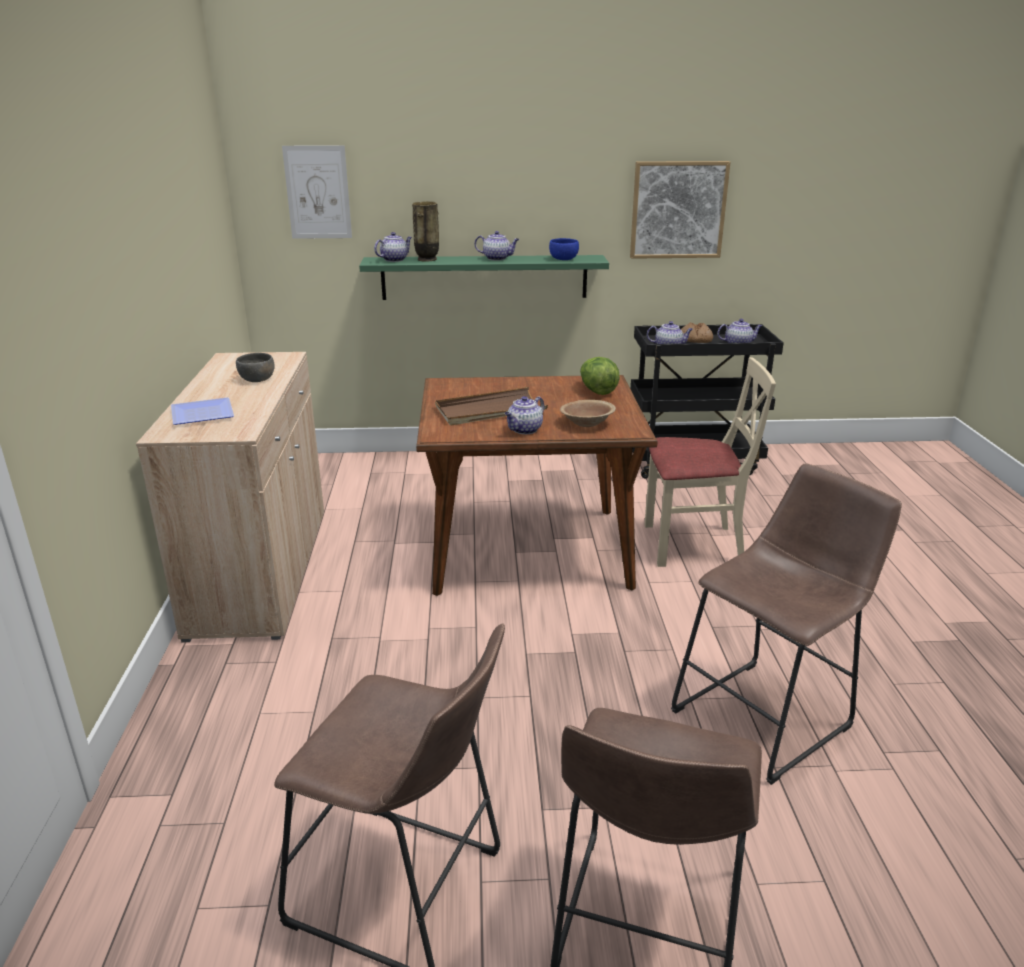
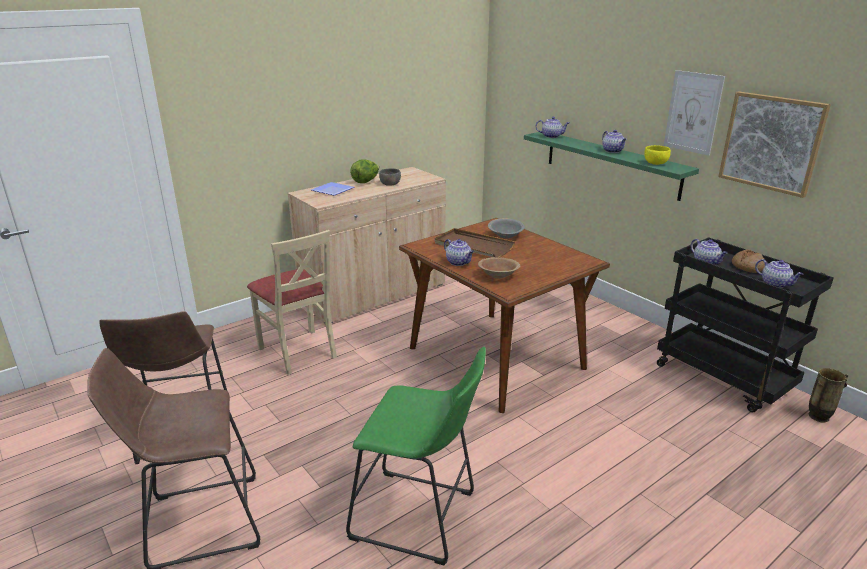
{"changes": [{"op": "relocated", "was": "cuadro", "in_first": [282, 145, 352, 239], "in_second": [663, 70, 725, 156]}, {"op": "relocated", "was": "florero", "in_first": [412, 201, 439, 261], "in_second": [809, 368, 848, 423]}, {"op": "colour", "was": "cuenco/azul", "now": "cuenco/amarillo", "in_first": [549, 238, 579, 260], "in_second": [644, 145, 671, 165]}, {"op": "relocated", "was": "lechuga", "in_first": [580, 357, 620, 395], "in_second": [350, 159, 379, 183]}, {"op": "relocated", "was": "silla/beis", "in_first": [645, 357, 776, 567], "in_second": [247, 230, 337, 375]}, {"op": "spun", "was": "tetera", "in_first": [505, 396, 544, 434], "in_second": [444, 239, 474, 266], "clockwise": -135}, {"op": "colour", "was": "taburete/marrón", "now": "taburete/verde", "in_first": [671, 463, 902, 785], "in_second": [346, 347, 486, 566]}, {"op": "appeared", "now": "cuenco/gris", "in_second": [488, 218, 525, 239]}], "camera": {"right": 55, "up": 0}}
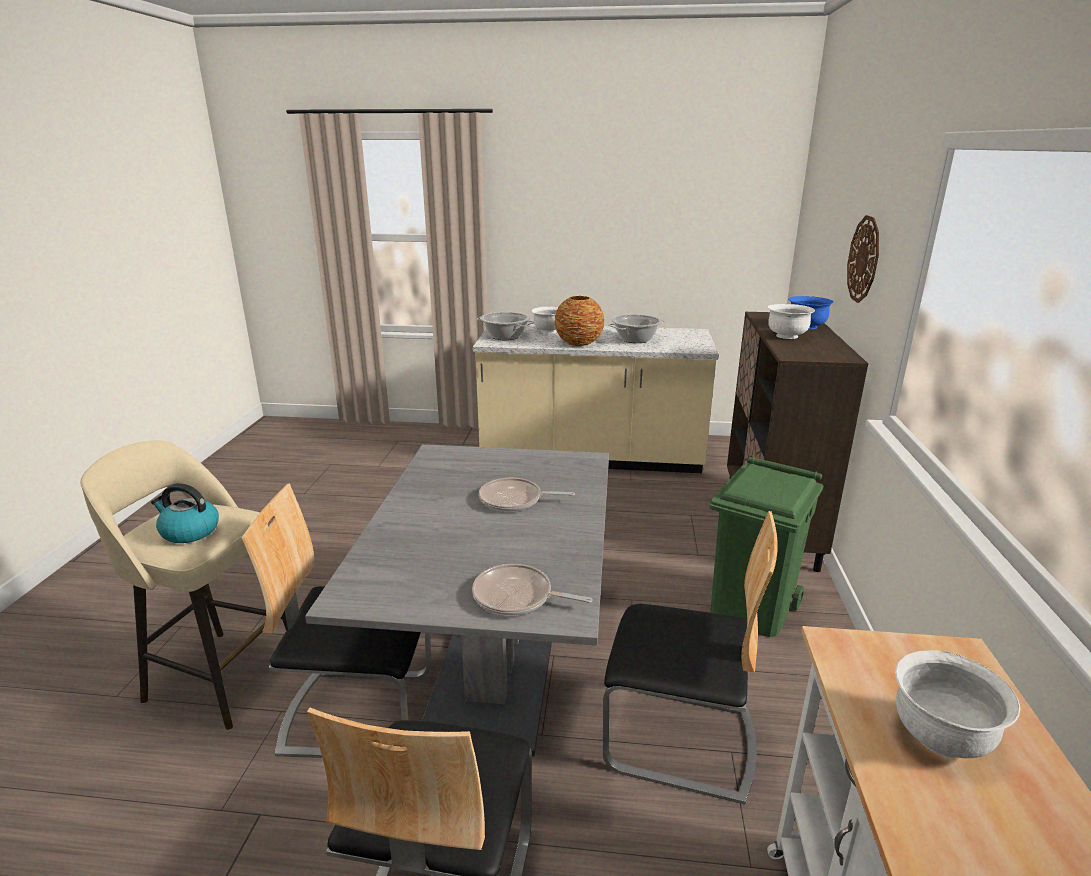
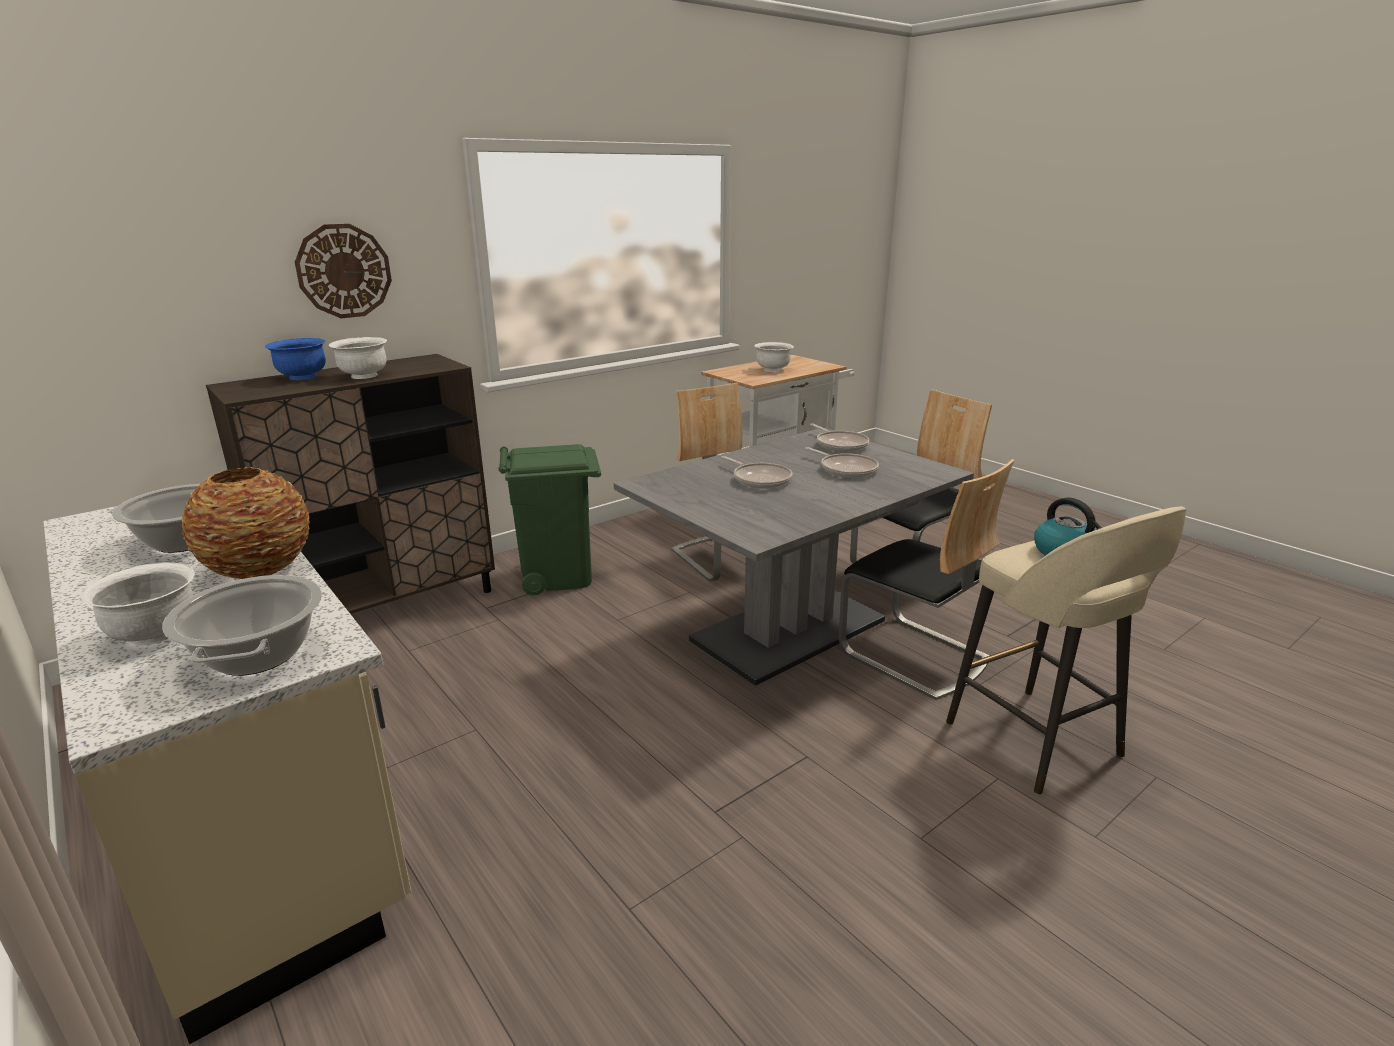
{"changes": [{"op": "appeared", "now": "sartén", "in_second": [805, 447, 879, 478]}], "camera": {"right": -135, "up": 0}}
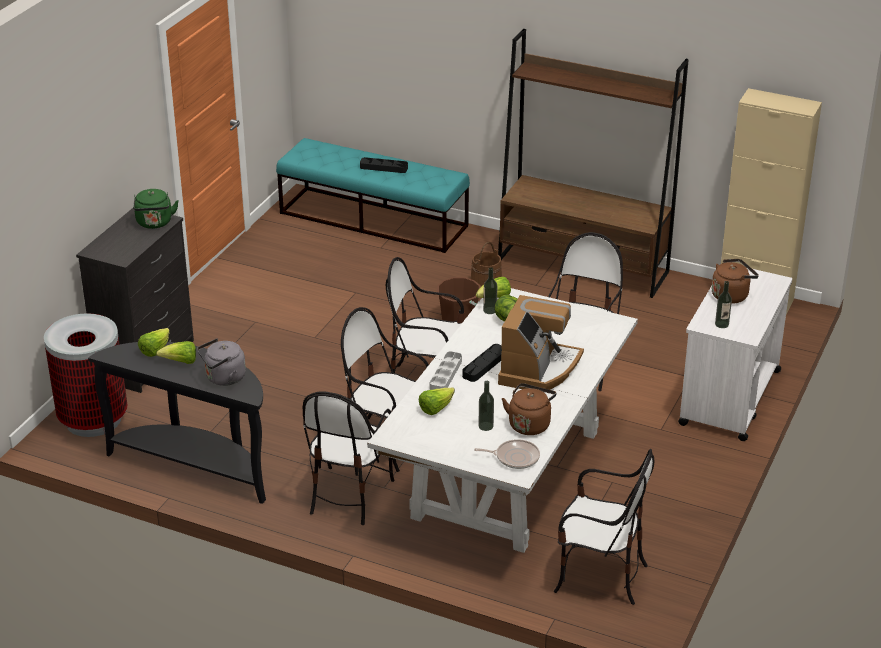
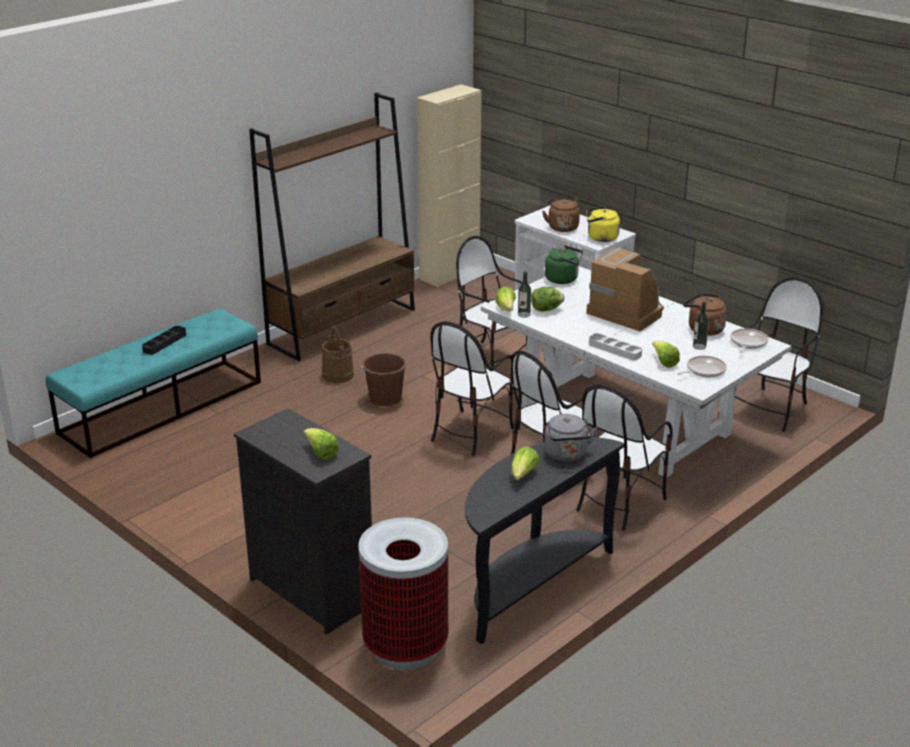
{"changes": [{"op": "relocated", "was": "hervidor/verde", "in_first": [133, 189, 179, 229], "in_second": [545, 245, 583, 284]}, {"op": "exchanged", "was": "botella", "now": "hervidor/amarillo", "in_first": [715, 281, 732, 328], "in_second": [586, 206, 620, 242]}, {"op": "relocated", "was": "lechuga", "in_first": [138, 328, 170, 357], "in_second": [303, 428, 339, 460]}, {"op": "missing", "was": "bandeja/negro", "in_first": [462, 344, 502, 382]}, {"op": "spun", "was": "silla", "in_first": [303, 391, 395, 525], "in_second": [576, 385, 673, 531], "clockwise": 90}, {"op": "appeared", "now": "sartén", "in_second": [677, 356, 727, 377]}], "camera": {"right": -70, "up": -5}}
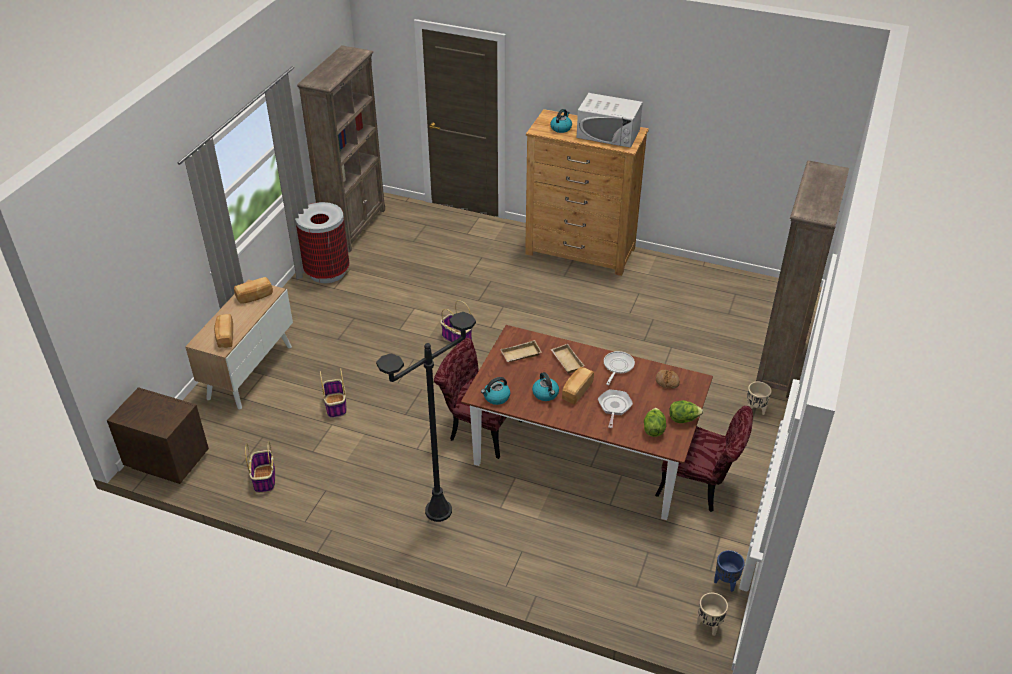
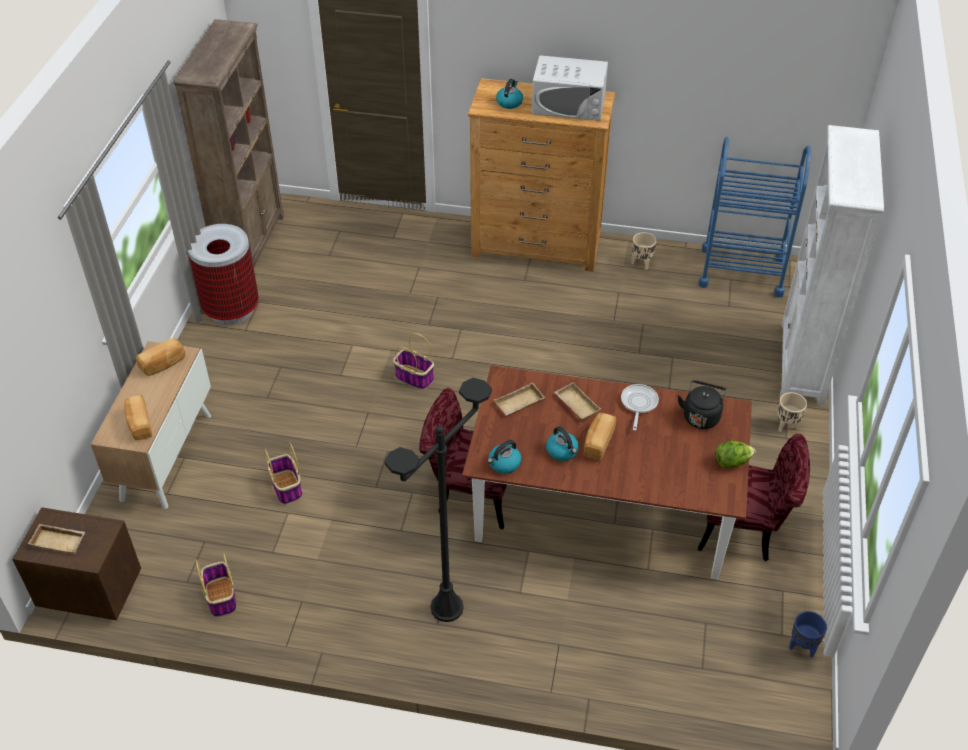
{"changes": [{"op": "colour", "was": "estantería/marrón", "now": "estantería/blanco", "in_first": [756, 160, 849, 398], "in_second": [780, 125, 884, 405]}, {"op": "exchanged", "was": "pan", "now": "hervidor/negro", "in_first": [656, 370, 680, 389], "in_second": [677, 380, 727, 429]}, {"op": "missing", "was": "sartén", "in_first": [598, 389, 633, 428]}, {"op": "missing", "was": "lechuga", "in_first": [644, 408, 666, 437]}, {"op": "relocated", "was": "maceta/beis", "in_first": [697, 593, 728, 636], "in_second": [631, 232, 656, 270]}, {"op": "appeared", "now": "carrito/azul", "in_second": [698, 137, 811, 297]}, {"op": "appeared", "now": "bandeja/beis", "in_second": [28, 524, 85, 554]}], "camera": {"right": -10, "up": 5}}
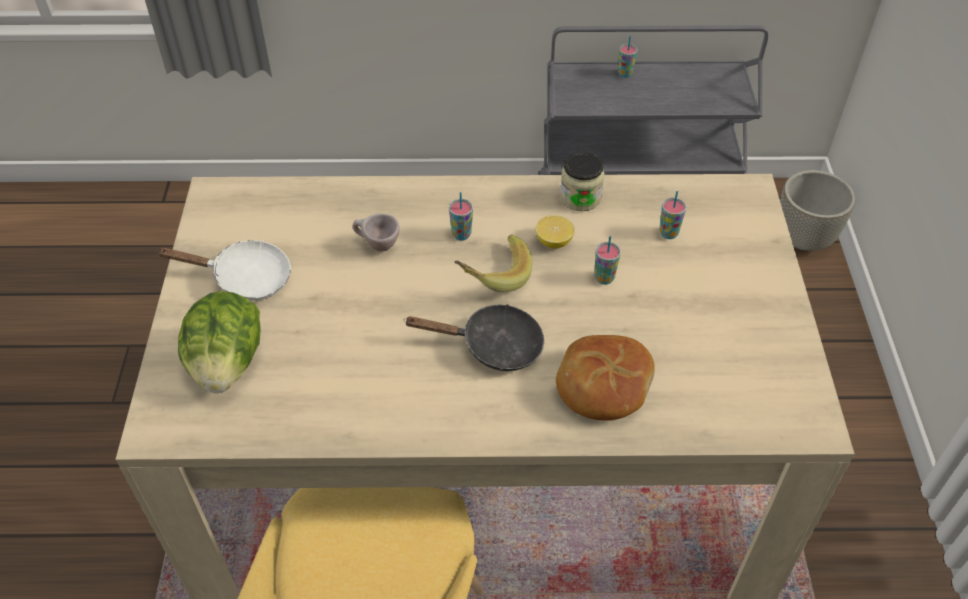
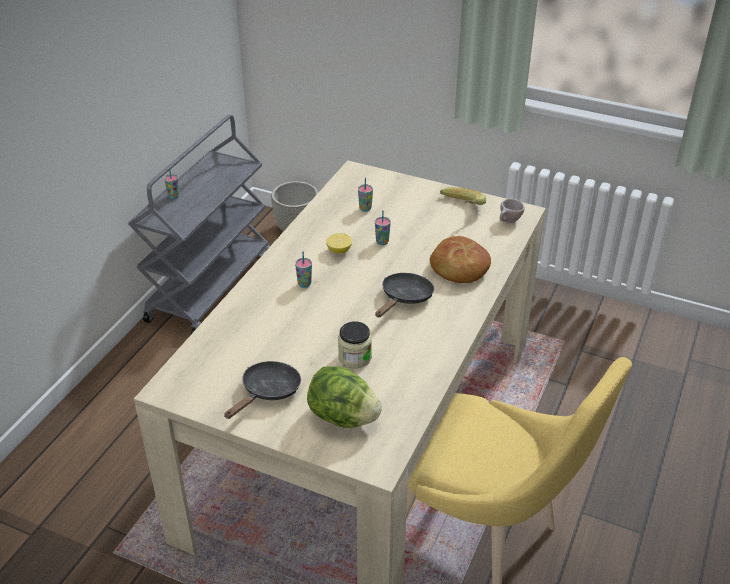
{"changes": [{"op": "relocated", "was": "tarro", "in_first": [560, 152, 604, 211], "in_second": [338, 321, 372, 368]}, {"op": "relocated", "was": "taza/beis", "in_first": [353, 214, 399, 251], "in_second": [500, 198, 525, 223]}, {"op": "relocated", "was": "plátano", "in_first": [455, 235, 532, 292], "in_second": [440, 187, 486, 205]}, {"op": "colour", "was": "sartén/blanco", "now": "sartén/negro", "in_first": [156, 240, 291, 301], "in_second": [224, 361, 301, 419]}], "camera": {"right": -65, "up": -10}}
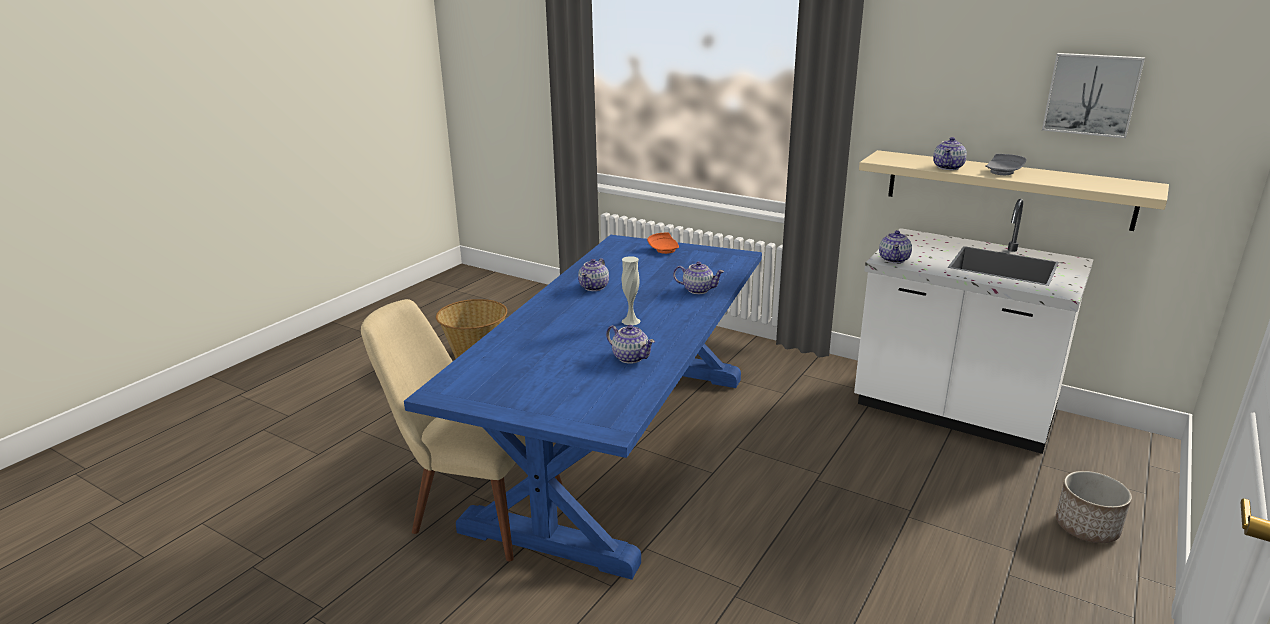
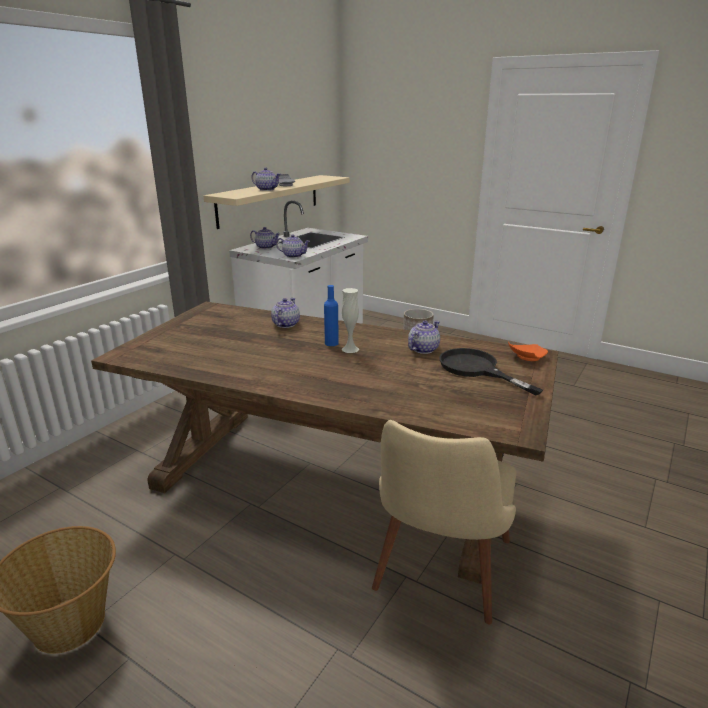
{"changes": [{"op": "missing", "was": "cuadro", "in_first": [1042, 53, 1145, 138]}, {"op": "relocated", "was": "plato/naranja", "in_first": [647, 233, 679, 254], "in_second": [508, 342, 548, 361]}, {"op": "colour", "was": "mesa de comedor/azul", "now": "mesa de comedor/marrón", "in_first": [404, 235, 762, 580], "in_second": [91, 302, 558, 584]}, {"op": "relocated", "was": "tetera", "in_first": [578, 258, 609, 291], "in_second": [250, 227, 280, 249]}, {"op": "appeared", "now": "botella/azul", "in_second": [324, 285, 339, 346]}, {"op": "appeared", "now": "sartén/negro", "in_second": [439, 348, 543, 396]}], "camera": {"right": -90, "up": 0}}
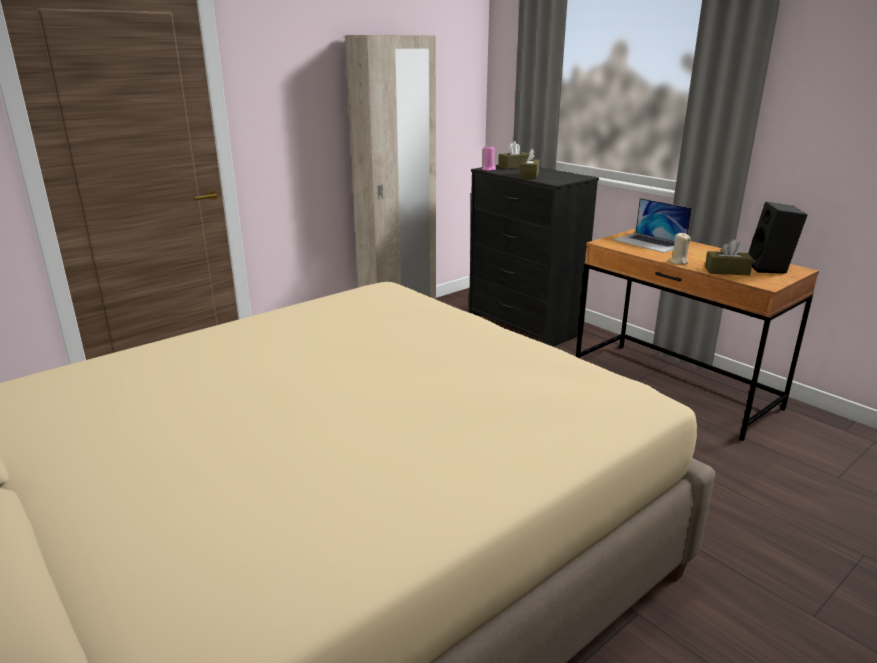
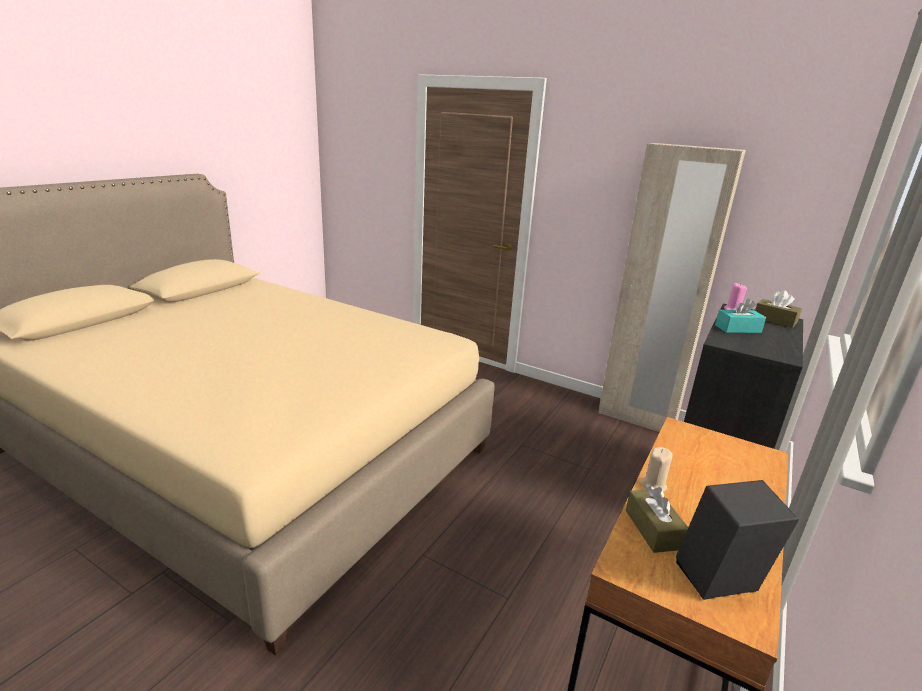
{"changes": [{"op": "colour", "was": "caja de pañuelos/marrón", "now": "caja de pañuelos/turquesa", "in_first": [520, 149, 540, 178], "in_second": [715, 298, 766, 333]}, {"op": "missing", "was": "portátil", "in_first": [613, 198, 692, 253]}], "camera": {"right": 70, "up": 0}}
